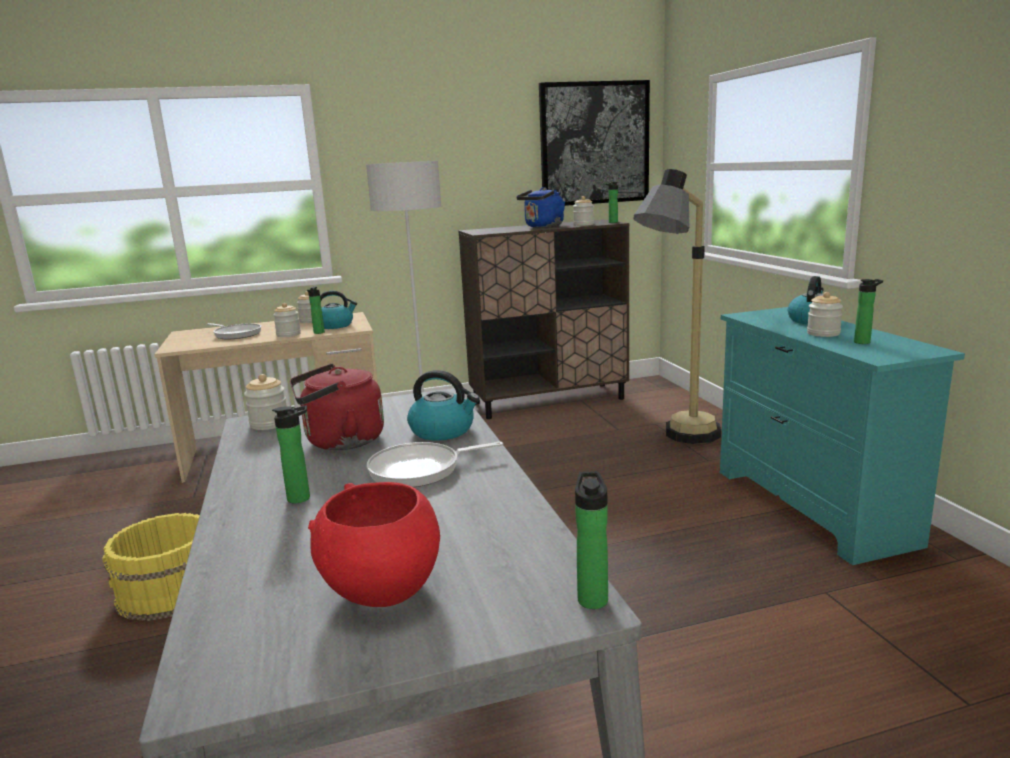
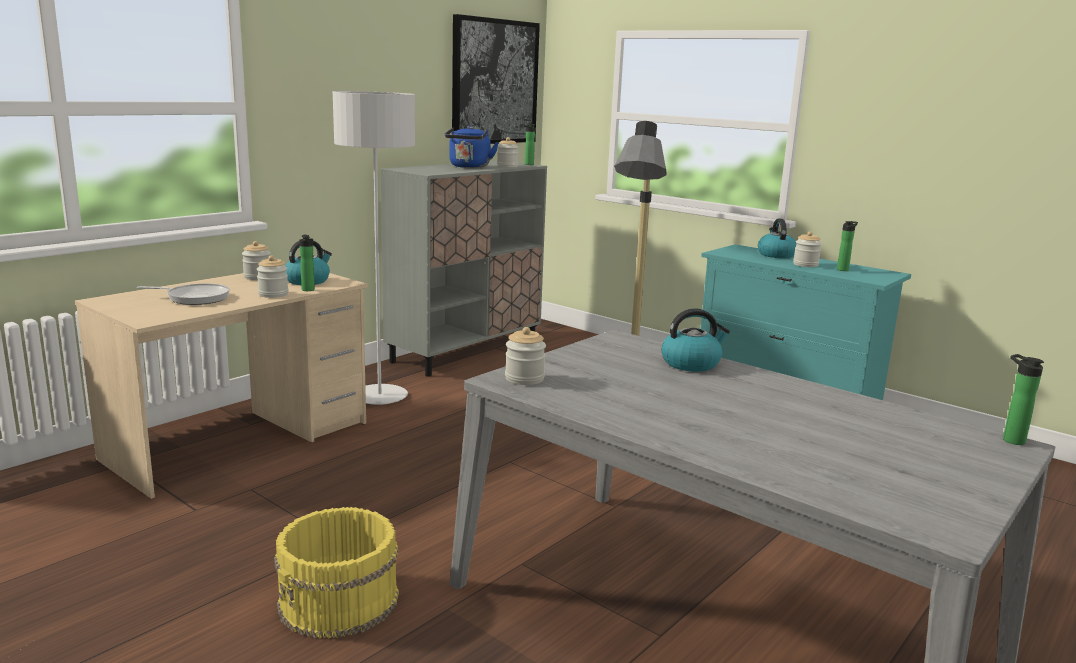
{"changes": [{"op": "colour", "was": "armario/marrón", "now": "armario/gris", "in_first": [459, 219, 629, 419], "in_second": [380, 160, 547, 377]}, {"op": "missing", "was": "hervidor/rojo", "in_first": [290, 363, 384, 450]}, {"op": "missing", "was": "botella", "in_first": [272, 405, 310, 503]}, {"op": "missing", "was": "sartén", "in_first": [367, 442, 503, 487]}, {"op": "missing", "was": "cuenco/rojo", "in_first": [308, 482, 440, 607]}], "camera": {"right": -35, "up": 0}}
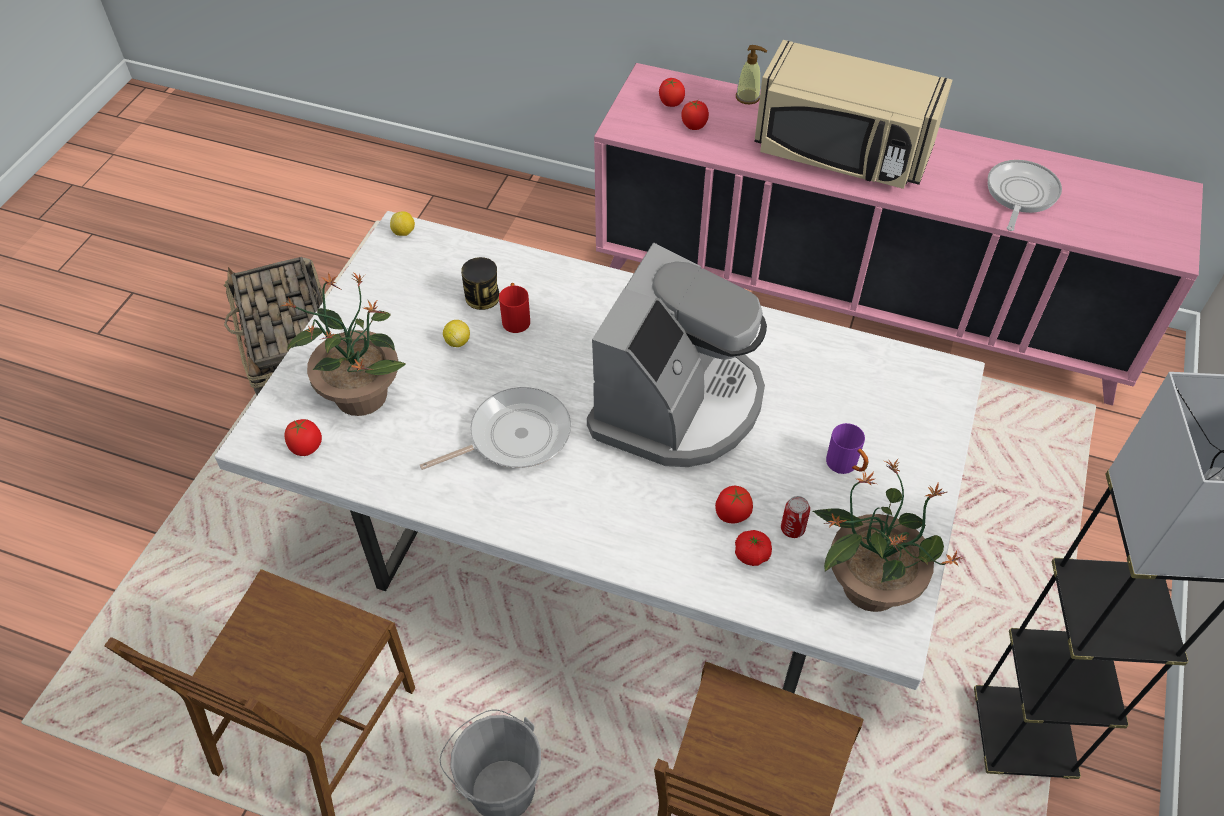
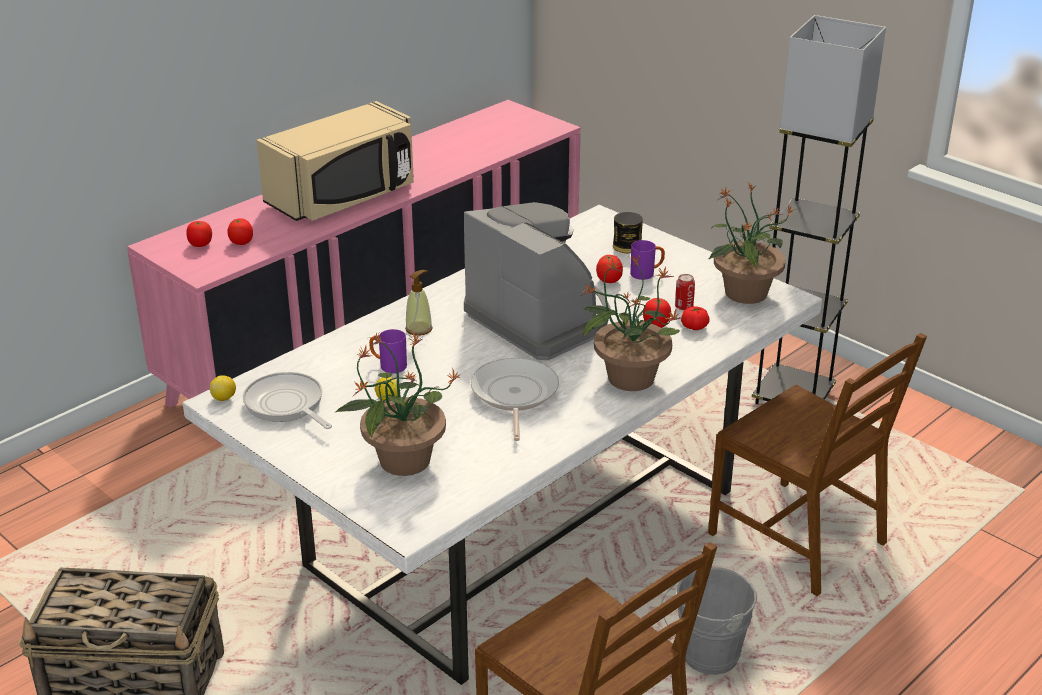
{"changes": [{"op": "relocated", "was": "dispensador de jabón", "in_first": [736, 45, 767, 104], "in_second": [405, 270, 433, 336]}, {"op": "relocated", "was": "sartén", "in_first": [988, 160, 1062, 231], "in_second": [243, 372, 332, 429]}, {"op": "relocated", "was": "lata", "in_first": [461, 257, 500, 310], "in_second": [613, 212, 643, 253]}, {"op": "colour", "was": "taza grande/rojo", "now": "taza grande/morado", "in_first": [499, 283, 530, 333], "in_second": [369, 329, 407, 374]}, {"op": "relocated", "was": "tomate", "in_first": [284, 419, 322, 456], "in_second": [596, 255, 623, 283]}, {"op": "appeared", "now": "planta en maceta", "in_second": [582, 256, 682, 391]}], "camera": {"right": -65, "up": -20}}
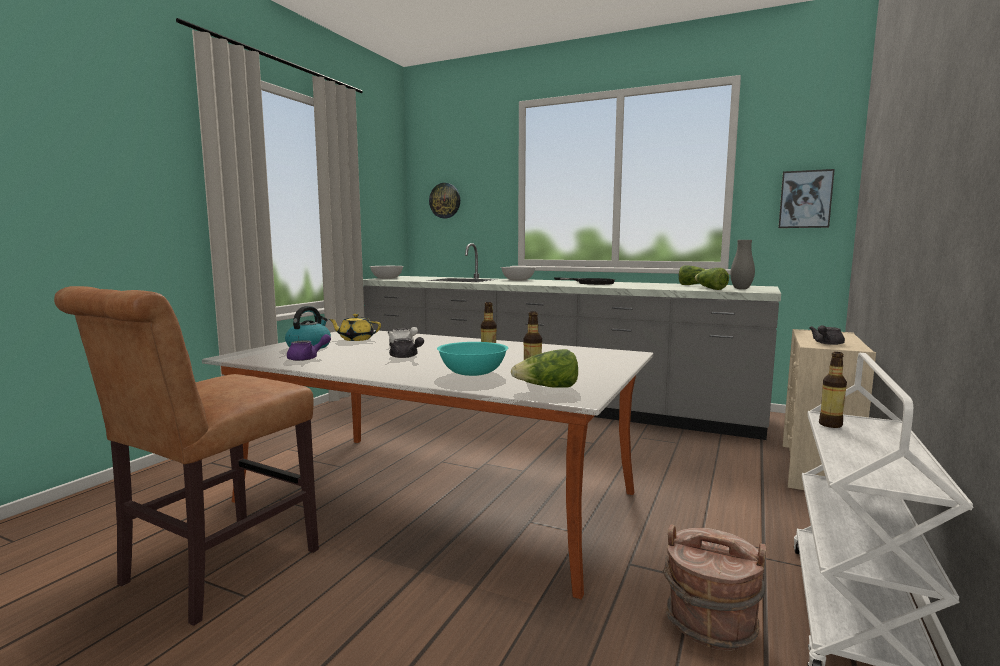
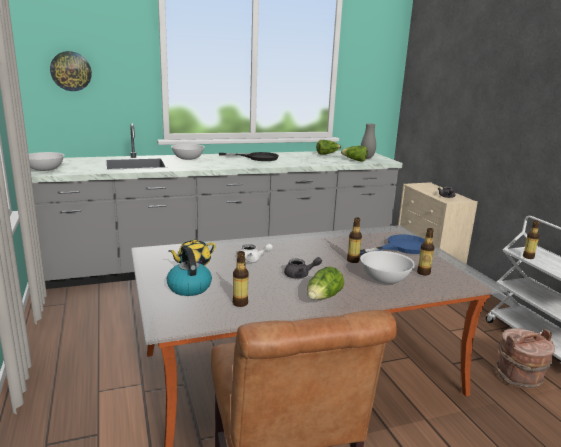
{"changes": [{"op": "missing", "was": "cuadro", "in_first": [779, 169, 835, 228]}, {"op": "exchanged", "was": "tetera/morado", "now": "botella", "in_first": [287, 334, 331, 361], "in_second": [233, 251, 249, 307]}, {"op": "colour", "was": "cuenco/turquesa", "now": "cuenco/blanco", "in_first": [437, 342, 508, 376], "in_second": [360, 251, 415, 284]}, {"op": "relocated", "was": "lechuga", "in_first": [511, 349, 578, 388], "in_second": [307, 266, 344, 300]}, {"op": "appeared", "now": "sartén/azul", "in_second": [360, 234, 425, 256]}], "camera": {"right": -45, "up": 10}}
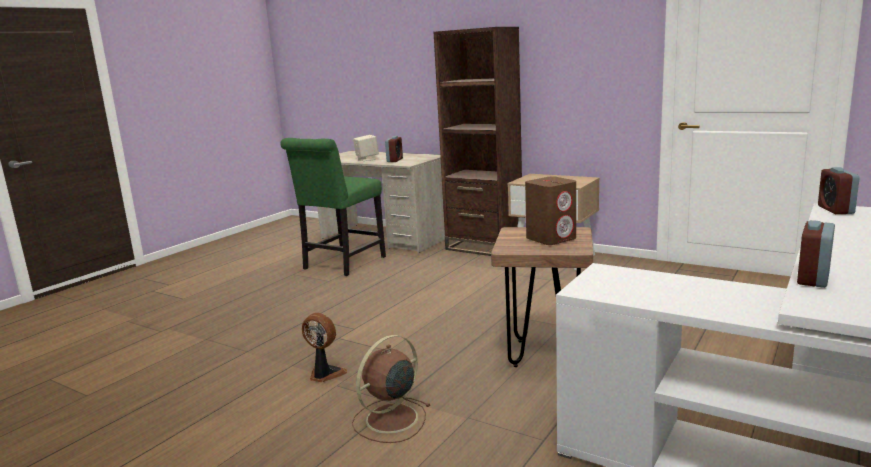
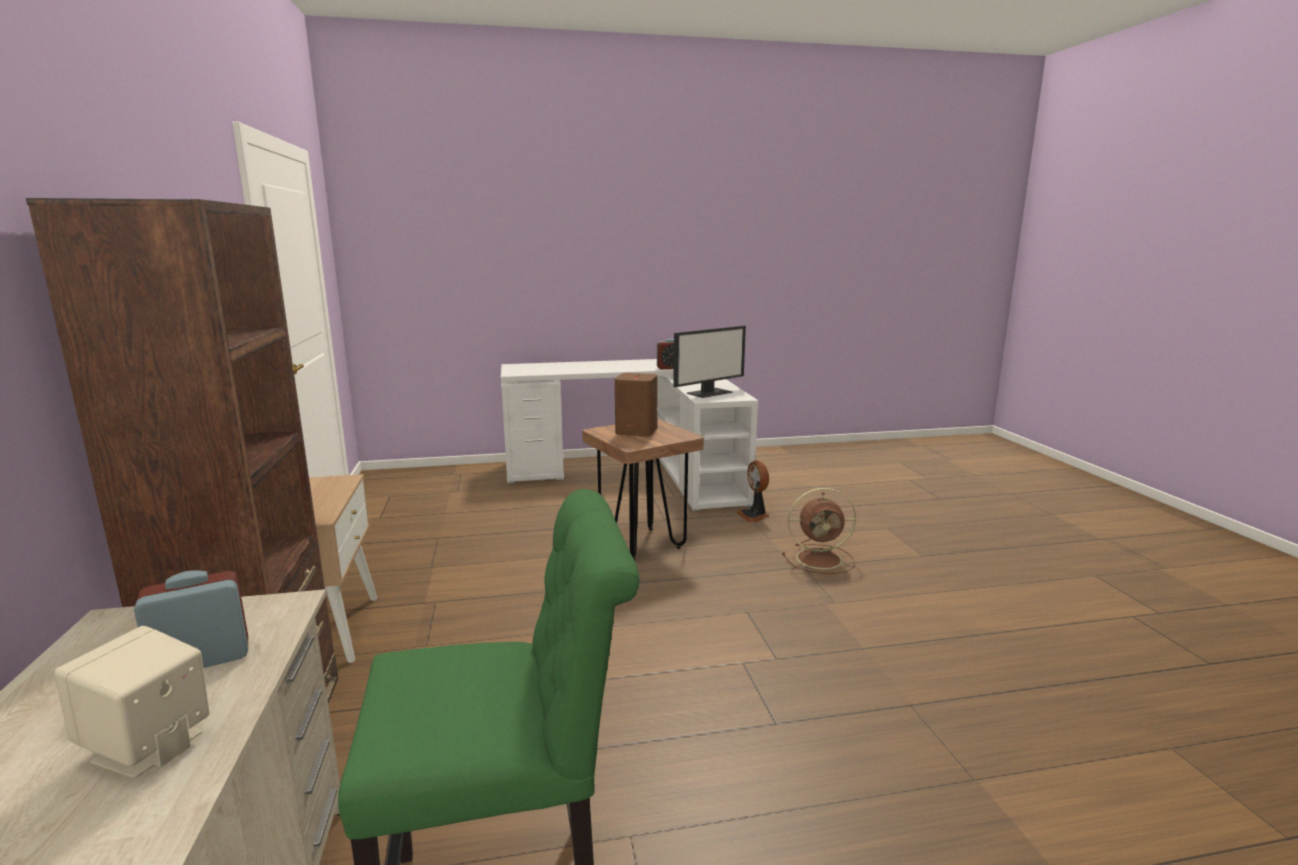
{"changes": [{"op": "missing", "was": "despertador", "in_first": [818, 167, 860, 214]}, {"op": "relocated", "was": "ventilador", "in_first": [302, 313, 347, 382], "in_second": [737, 461, 769, 523]}, {"op": "appeared", "now": "monitor", "in_second": [673, 326, 746, 398]}], "camera": {"right": -135, "up": 0}}
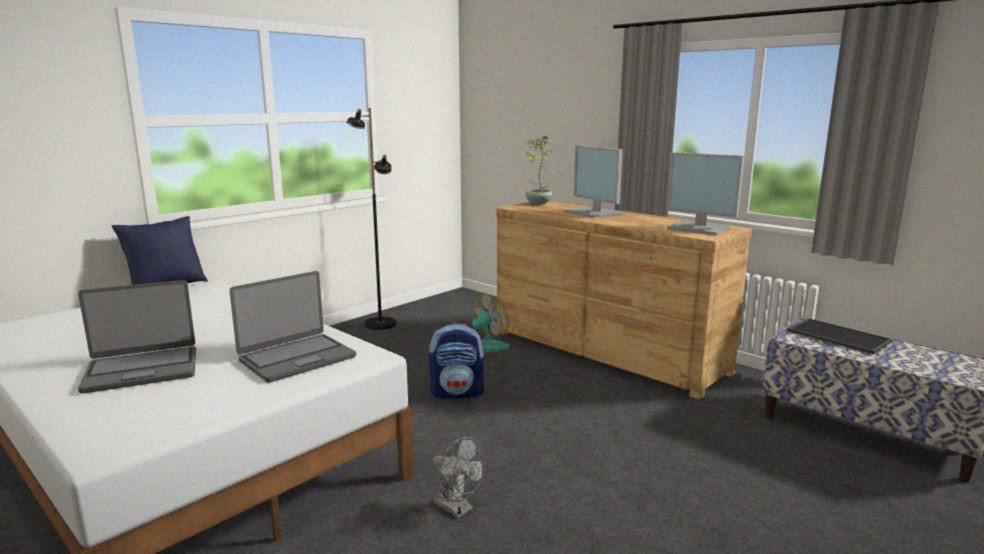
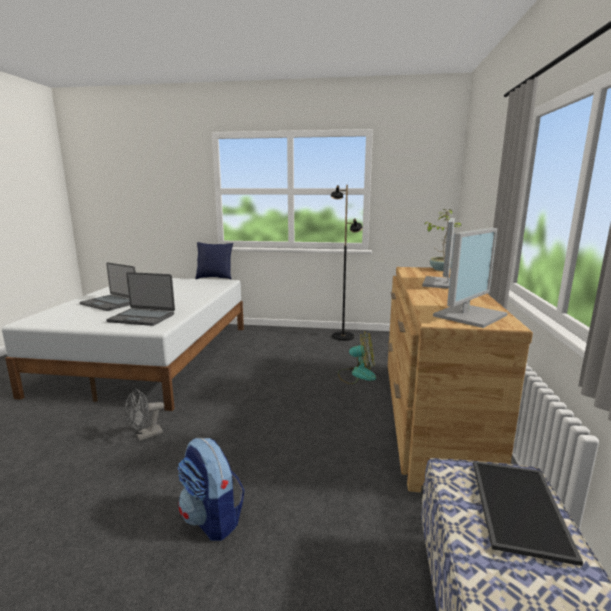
{"changes": [{"op": "spun", "was": "monitor", "in_first": [666, 152, 744, 235], "in_second": [433, 228, 507, 328], "clockwise": -135}, {"op": "relocated", "was": "mochila", "in_first": [429, 324, 485, 398], "in_second": [178, 438, 245, 541]}, {"op": "spun", "was": "ventilador/gris", "in_first": [432, 437, 485, 518], "in_second": [125, 389, 164, 441], "clockwise": 45}], "camera": {"right": 55, "up": 0}}
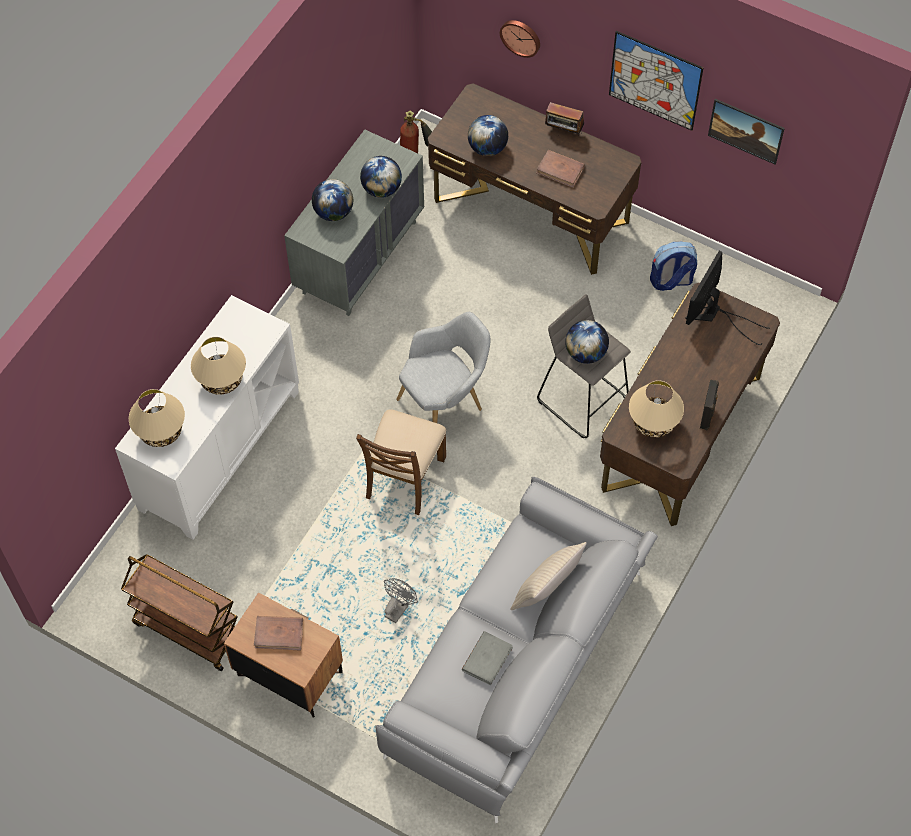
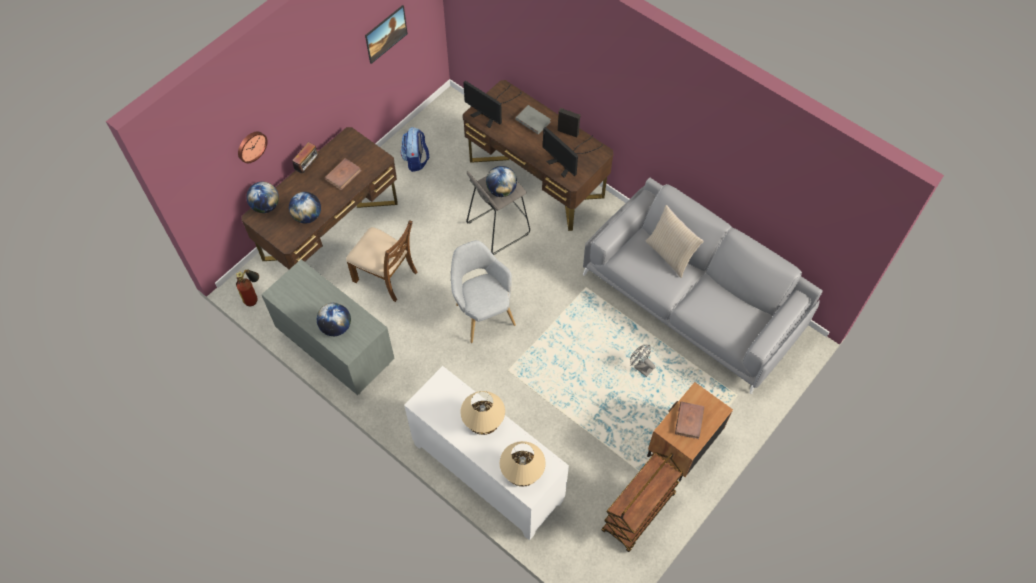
{"changes": [{"op": "missing", "was": "cuadro", "in_first": [609, 31, 704, 131]}, {"op": "relocated", "was": "globo terráqueo", "in_first": [360, 156, 402, 198], "in_second": [246, 182, 279, 213]}, {"op": "exchanged", "was": "lámpara de mesa/beis", "now": "monitor", "in_first": [629, 380, 684, 438], "in_second": [543, 127, 603, 178]}, {"op": "relocated", "was": "silla/marrón", "in_first": [356, 409, 446, 515], "in_second": [346, 220, 417, 302]}, {"op": "relocated", "was": "libro/gris", "in_first": [462, 631, 513, 686], "in_second": [515, 105, 551, 134]}], "camera": {"right": -80, "up": 0}}
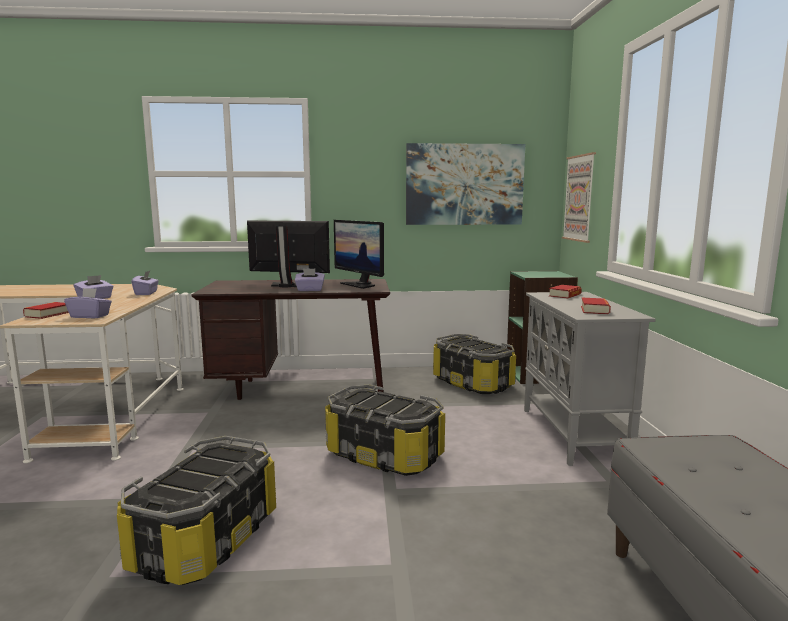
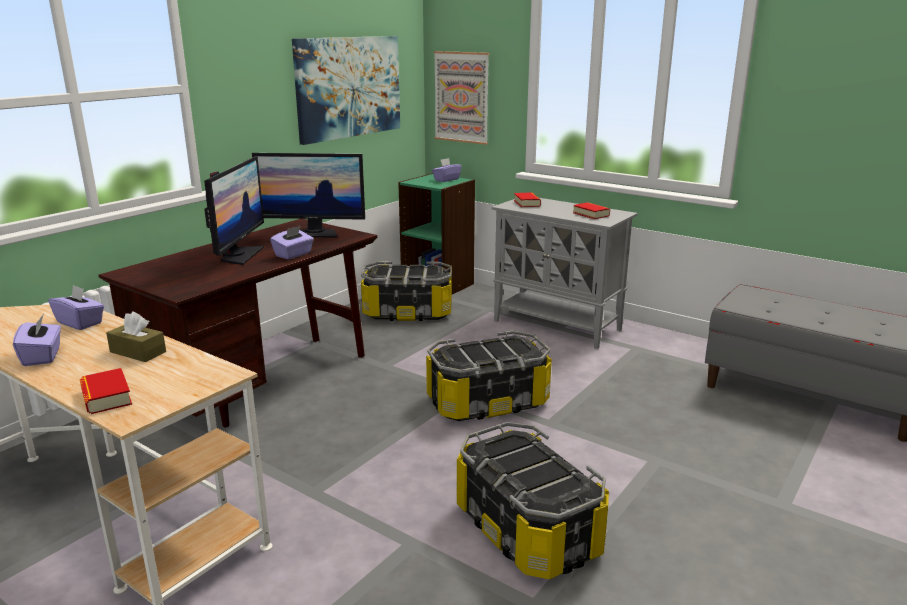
{"changes": [{"op": "spun", "was": "monitor", "in_first": [247, 220, 330, 287], "in_second": [204, 156, 264, 265], "clockwise": 135}, {"op": "relocated", "was": "caja de pañuelos/morado", "in_first": [64, 288, 112, 318], "in_second": [432, 158, 462, 182]}, {"op": "appeared", "now": "caja de pañuelos/marrón", "in_second": [106, 312, 166, 362]}], "camera": {"right": -50, "up": 10}}
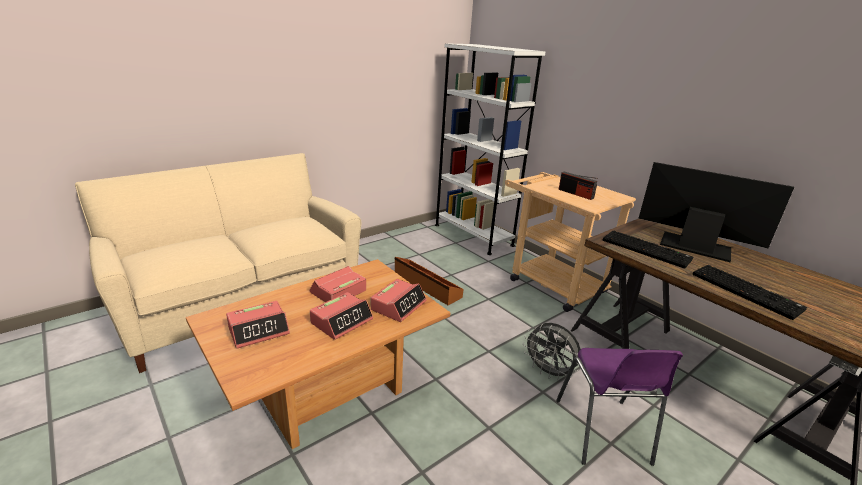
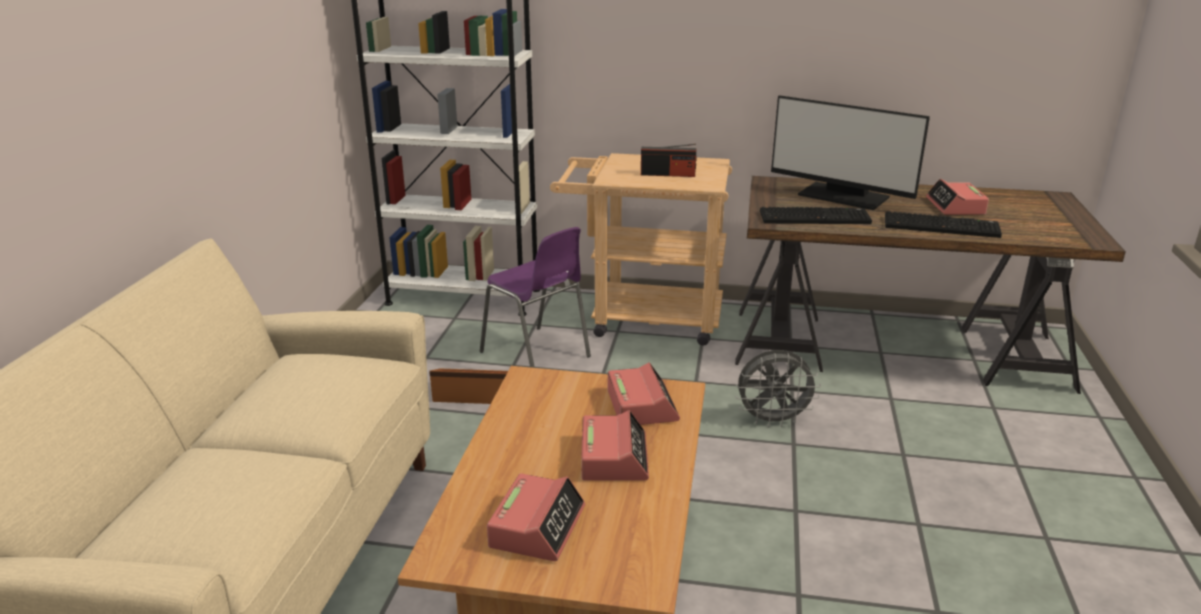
{"changes": [{"op": "spun", "was": "monitor", "in_first": [638, 162, 794, 262], "in_second": [771, 95, 930, 210], "clockwise": -135}, {"op": "relocated", "was": "despertador", "in_first": [310, 266, 366, 302], "in_second": [926, 179, 989, 215]}, {"op": "relocated", "was": "silla/morado", "in_first": [556, 348, 683, 466], "in_second": [480, 227, 591, 368]}], "camera": {"right": -40, "up": 0}}
